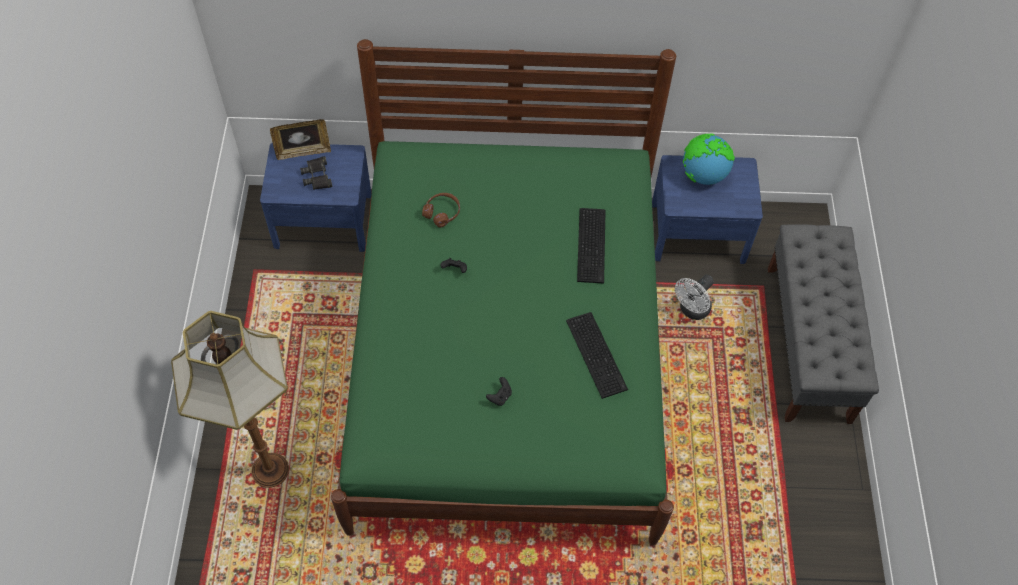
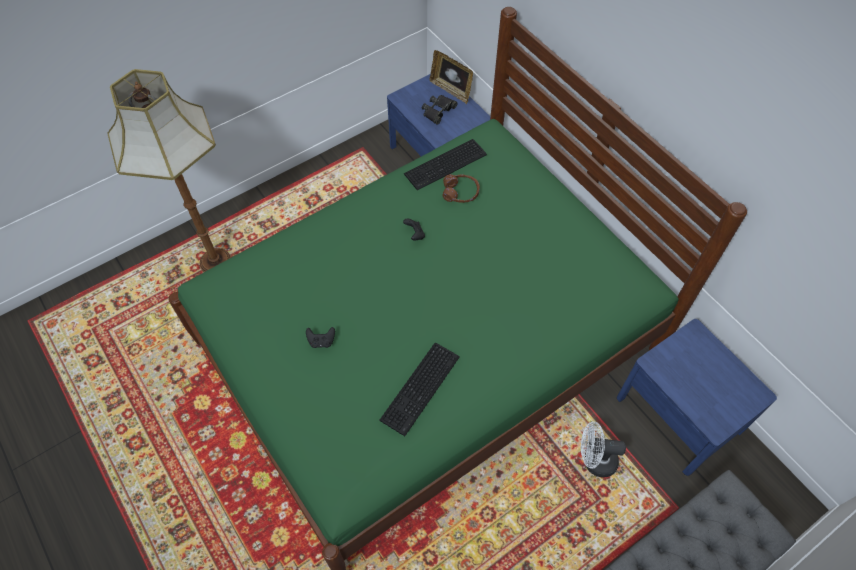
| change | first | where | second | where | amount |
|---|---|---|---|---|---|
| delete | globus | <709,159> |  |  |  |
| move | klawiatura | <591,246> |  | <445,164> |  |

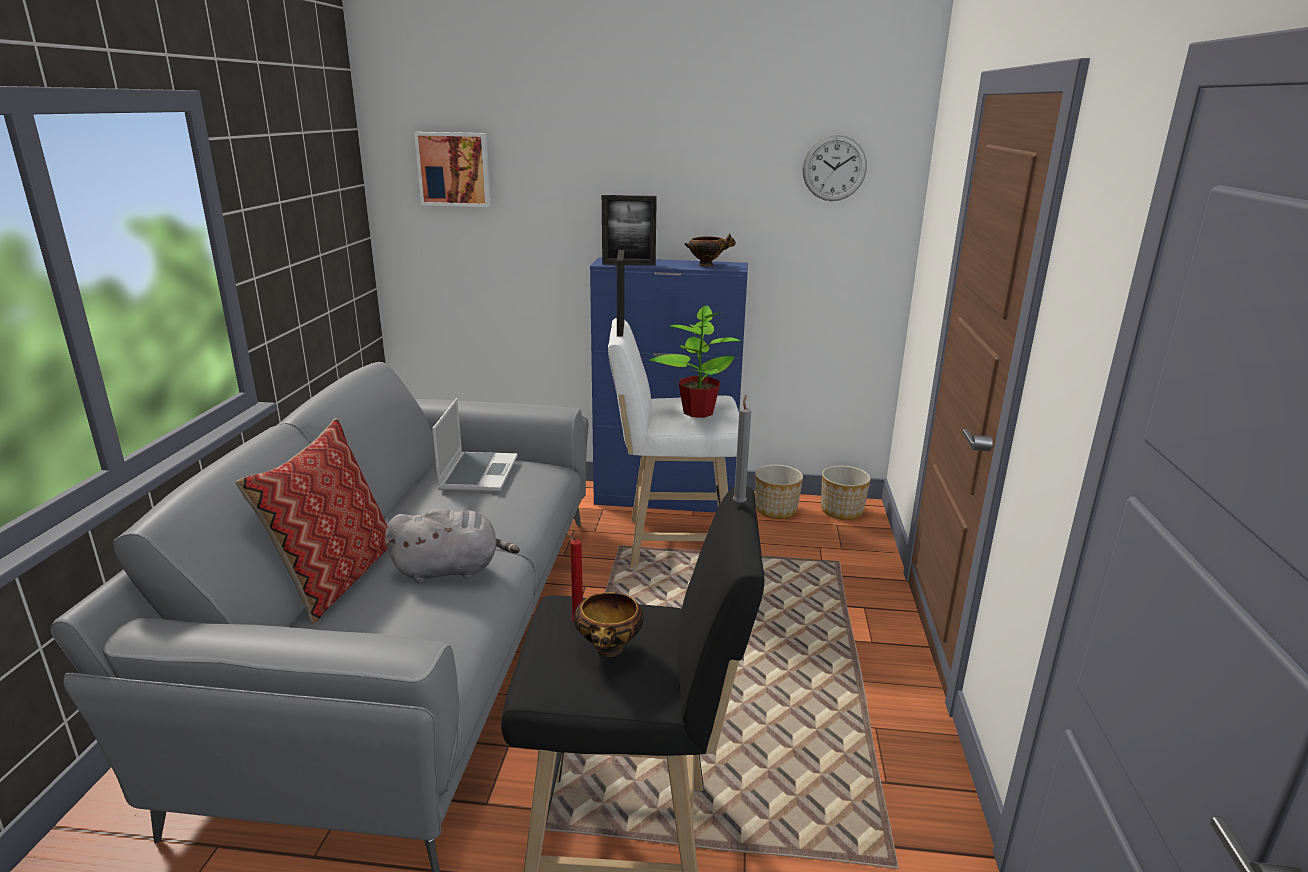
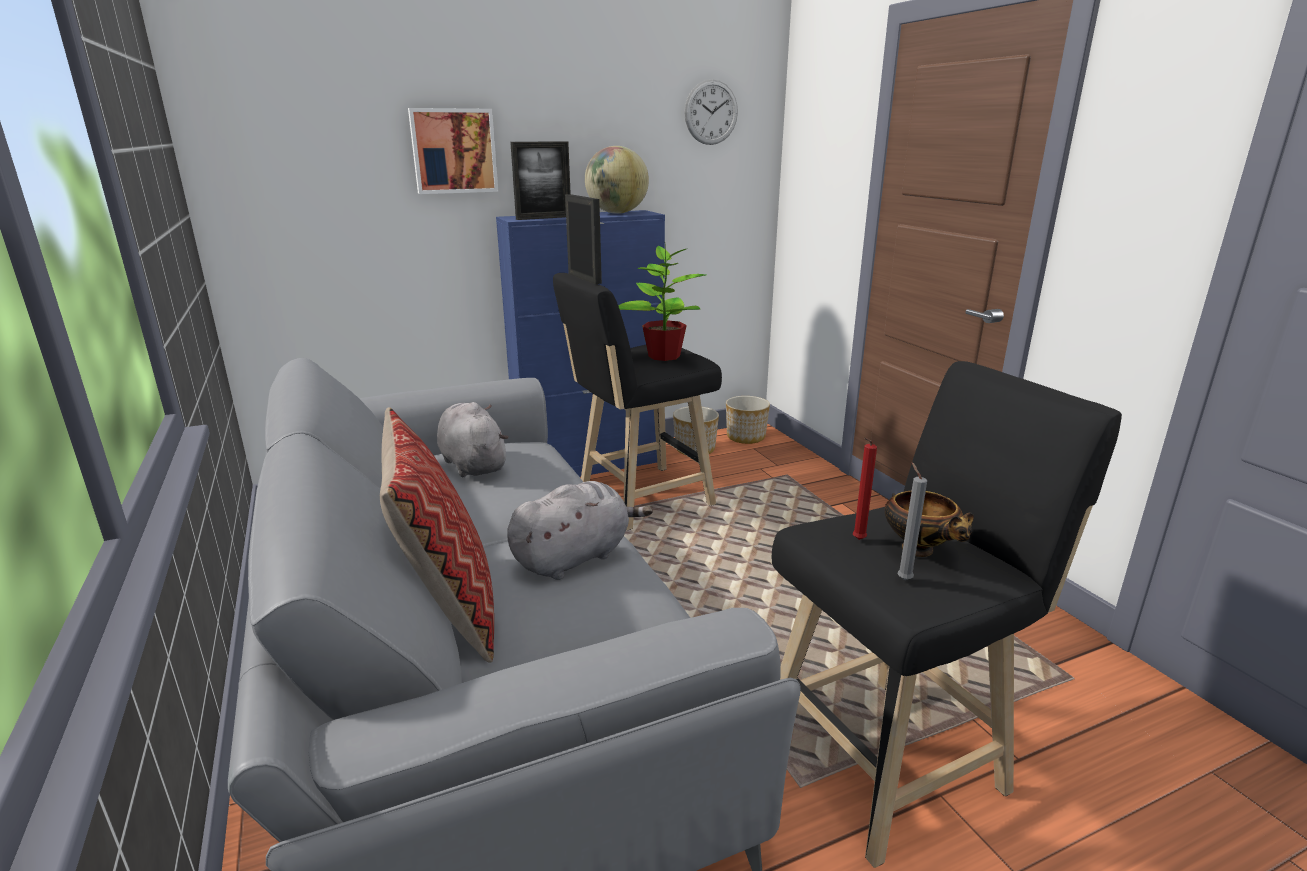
| change | first | where | second | where | amount |
|---|---|---|---|---|---|
| move | obraz | <452,169> |  | <453,151> |  |
| move | świeca (szary) | <742,449> |  | <912,521> |  |
| replace | laptop | <475,445> | pluszak (szary) | <473,439> |  |
| replace | miska | <710,249> | globus | <617,180> |  |
| recolor | stołek (biały) | <673,443> | stołek (czarny) | <637,402> |  |

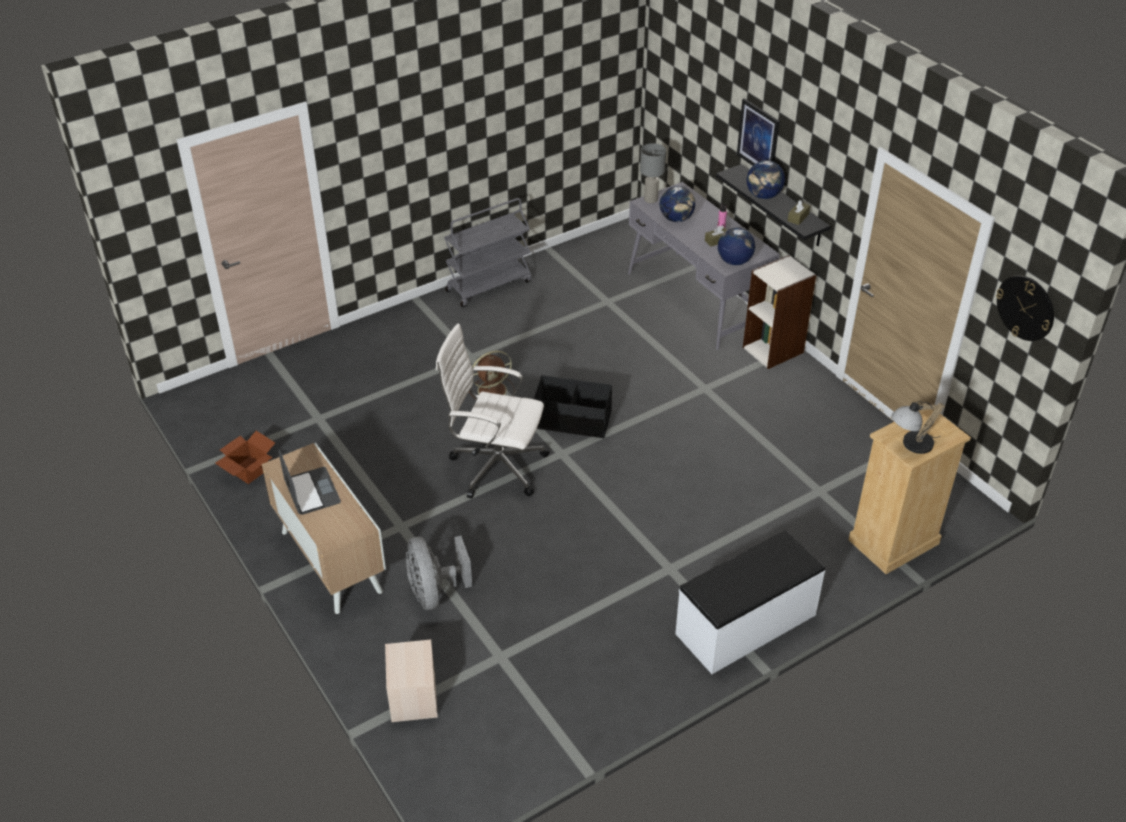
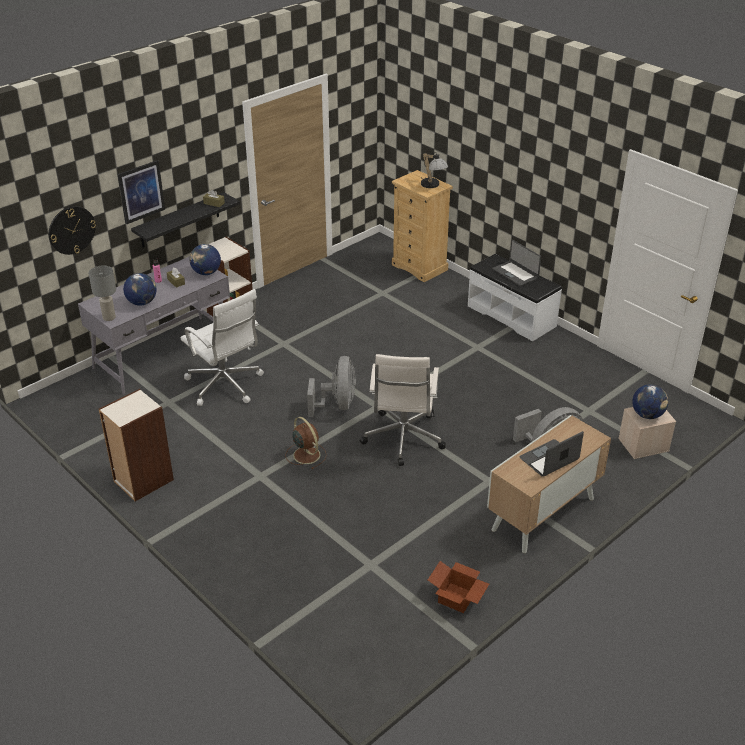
| change | first | where | second | where | amount |
|---|---|---|---|---|---|
| insert |  |  | krzesło biurowe (biały) | <222,347> |  |
| insert |  |  | laptop | <516,263> |  |
| move | globus | <766,179> |  | <650,401> |  |
| move | zegar ścienny | <1025,308> |  | <72,230> |  |
| replace | wózek (szary) | <488,252> | regał | <136,445> |  |
| replace | pojemnik do przechowywania (czarny) | <573,406> | wentylator (szary) | <331,386> |  |

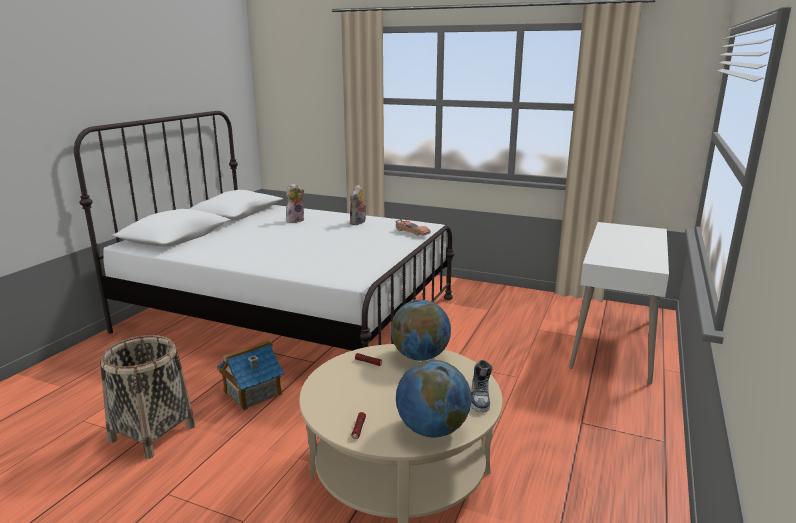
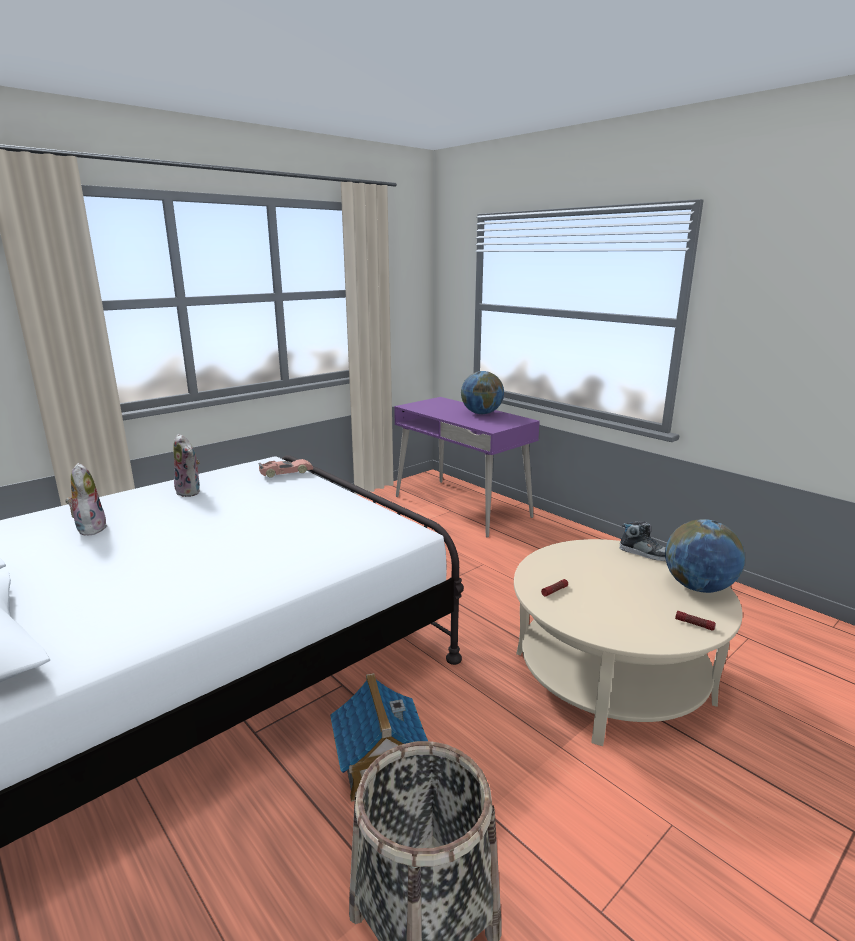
| change | first | where | second | where | amount |
|---|---|---|---|---|---|
| move | globus | <421,330> |  | <482,392> |  |
| recolor | biurko (biały) | <619,303> | biurko (fioletowy) | <467,467> |  |

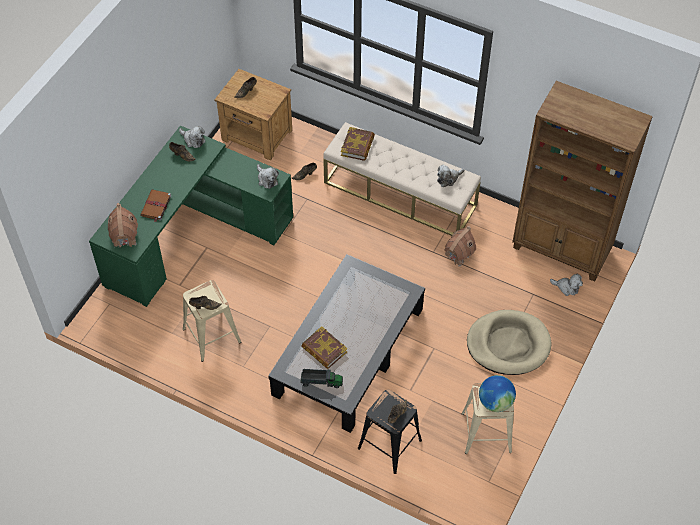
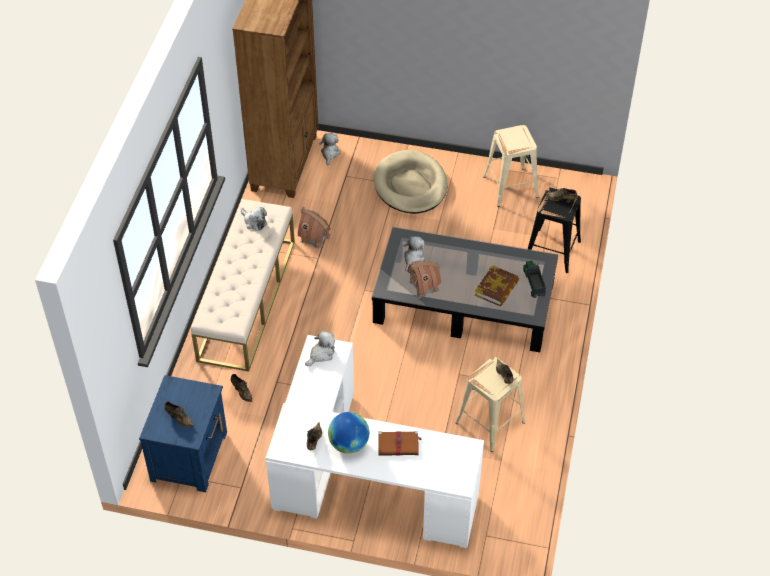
| change | first | where | second | where | amount |
|---|---|---|---|---|---|
| delete | książka | <358,144> |  |  |  |
| move | domek | <123,225> |  | <424,280> |  |
| move | pluszak | <192,137> |  | <414,253> |  |
| move | globus | <497,393> |  | <348,433> |  |
| recolor | biurko (zielony) | <191,216> | biurko (biały) | <375,441> |  |
| recolor | szafka nocna (brązowy) | <253,115> | szafka nocna (niebieski) | <183,433> |  |

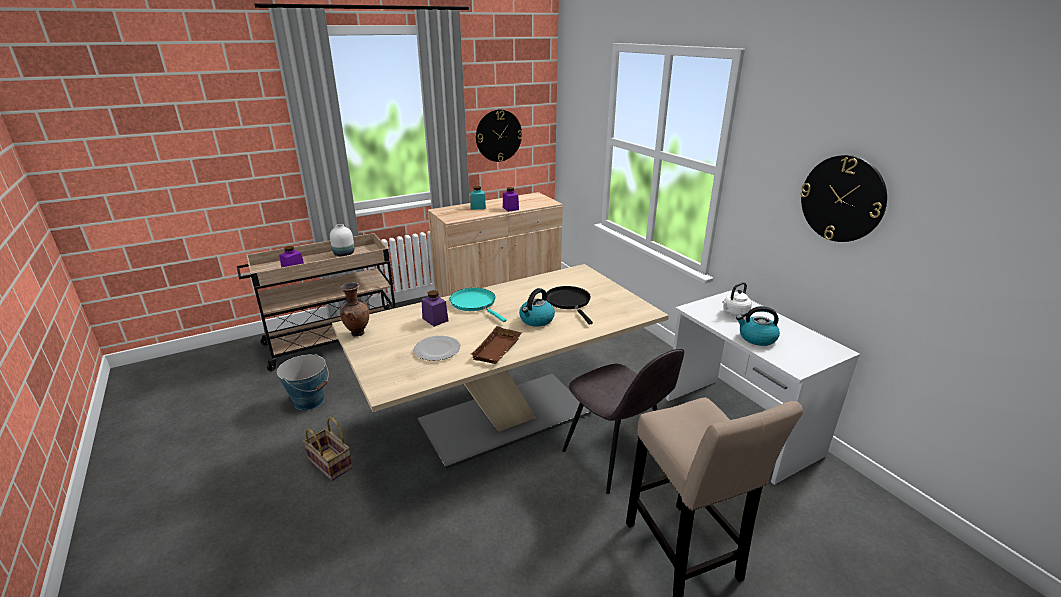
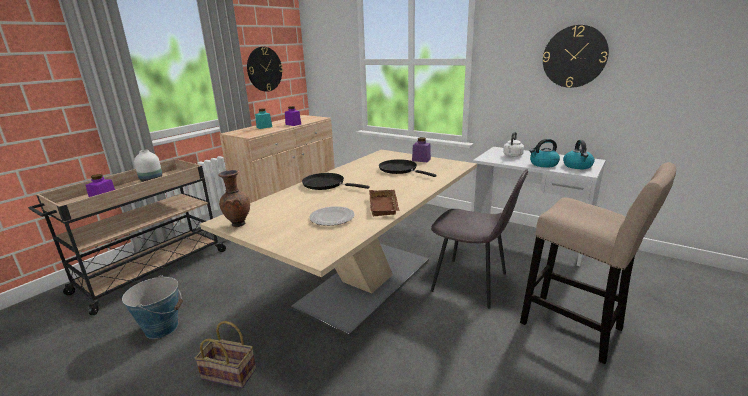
| change | first | where | second | where | amount |
|---|---|---|---|---|---|
| move | słoik (fioletowy) | <434,308> |  | <421,149> |  |
| move | czajnik | <537,307> |  | <579,154> |  |
| recolor | patelnia (turkusowy) | <478,305> | patelnia (czarny) | <336,181> |  |

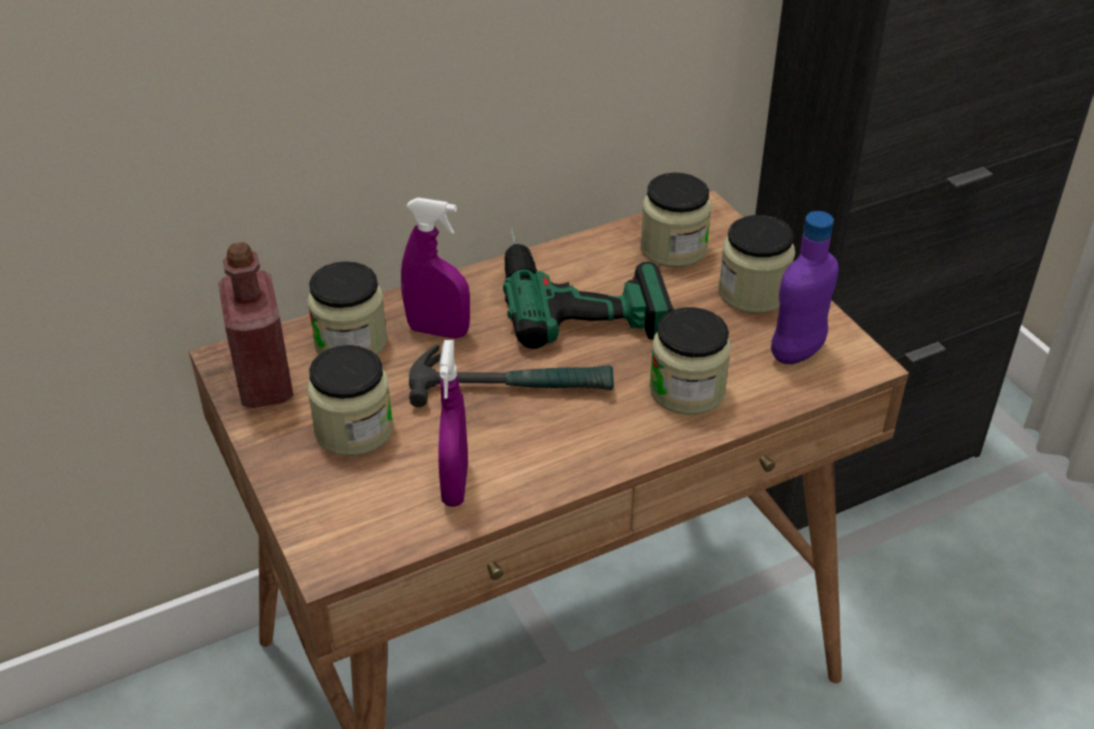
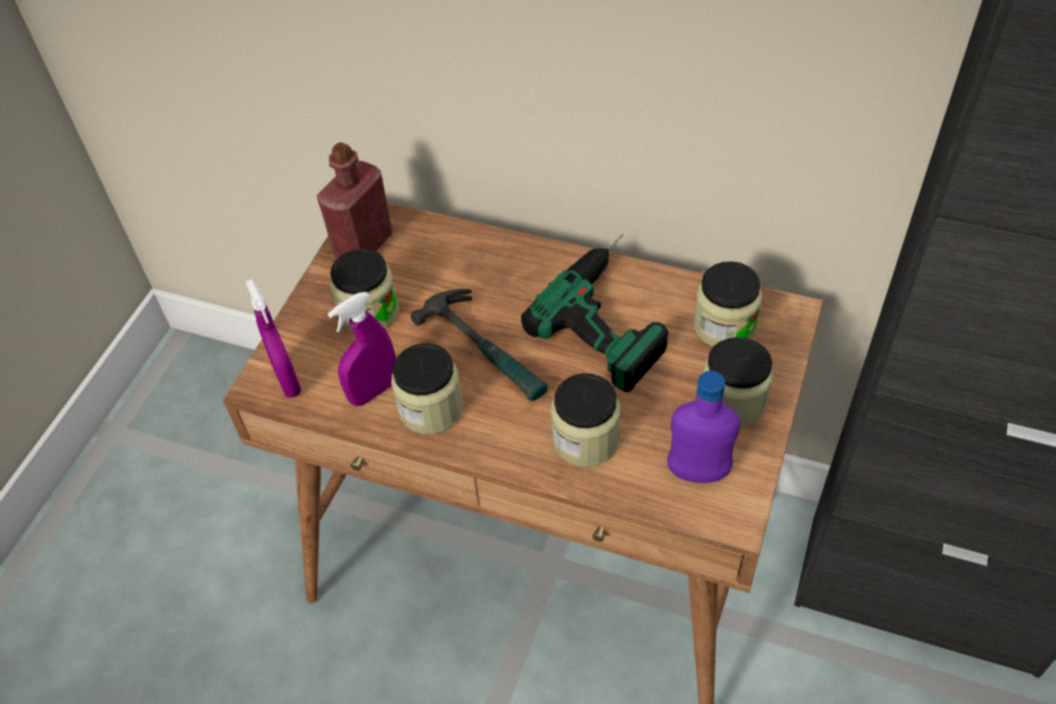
| change | first | where | second | where | amount |
|---|---|---|---|---|---|
| move | słoik | <347,308> |  | <427,388> |  |
| move | spryskiwacz (fioletowy) | <435,268> |  | <273,338> |  |

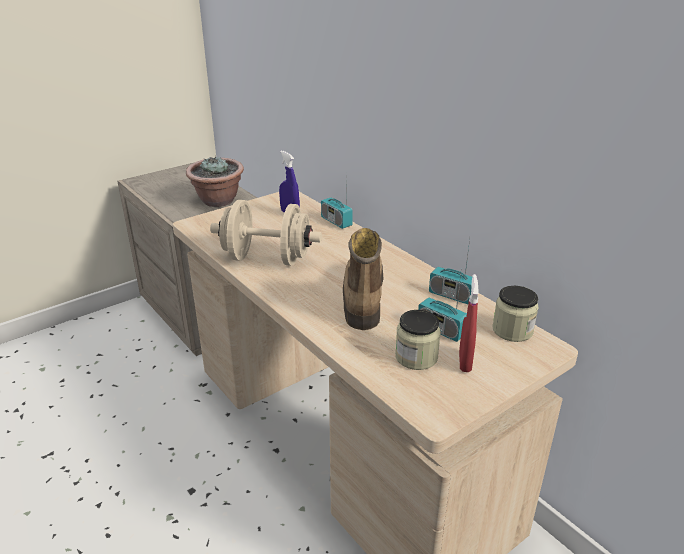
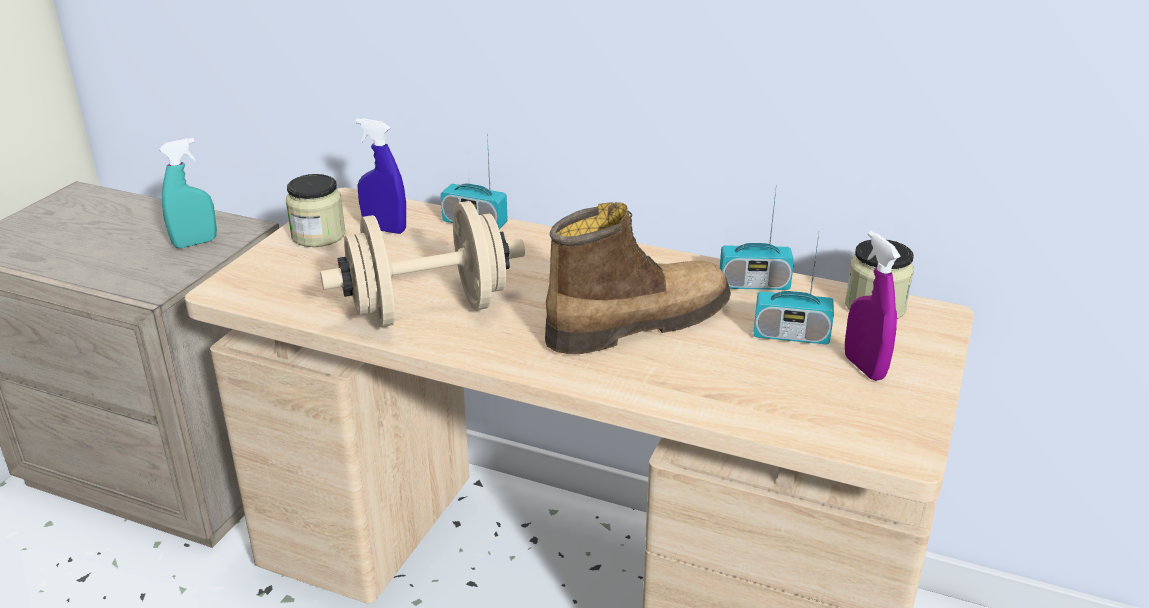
| change | first | where | second | where | amount |
|---|---|---|---|---|---|
| move | słoik | <418,340> |  | <315,210> |  |
| replace | roślina doniczkowa | <215,181> | spryskiwacz (turkusowy) | <188,193> |  |
| recolor | spryskiwacz (czerwony) | <469,323> | spryskiwacz (fioletowy) | <873,306> |  |
| rotate | but z cholewką | <363,279> |  | <638,278> | 90 degrees clockwise |

